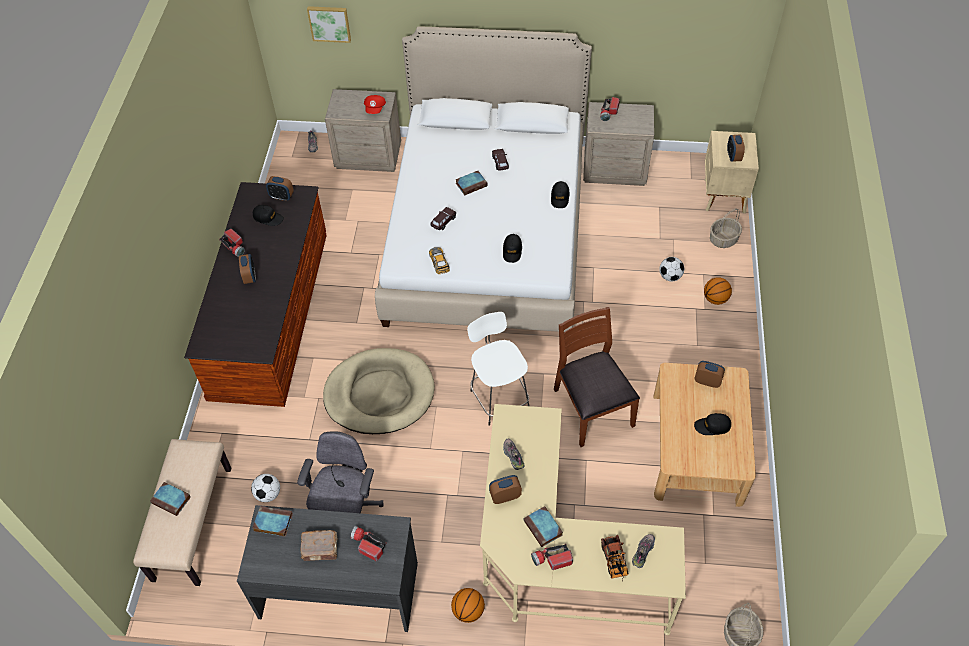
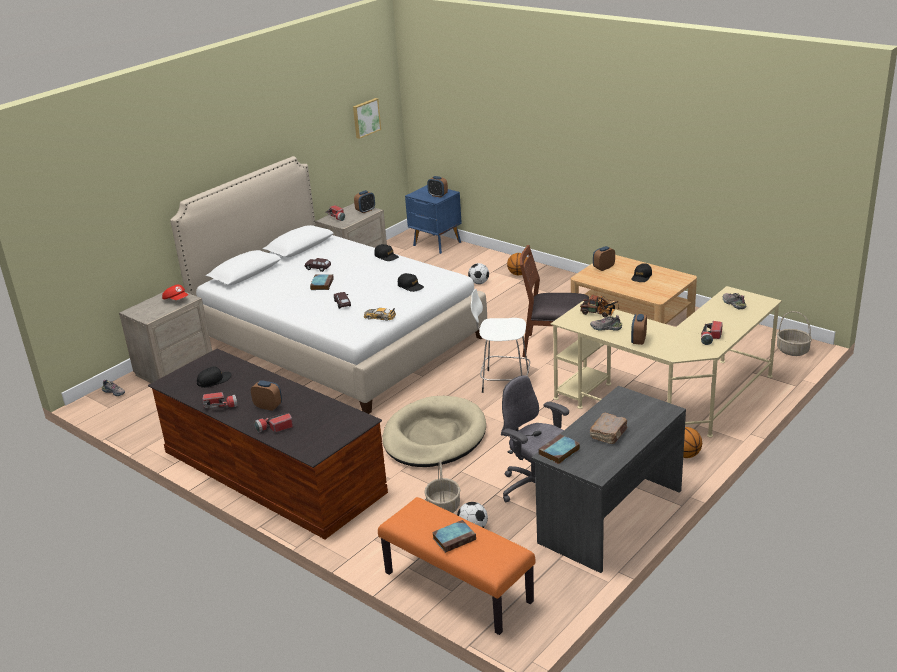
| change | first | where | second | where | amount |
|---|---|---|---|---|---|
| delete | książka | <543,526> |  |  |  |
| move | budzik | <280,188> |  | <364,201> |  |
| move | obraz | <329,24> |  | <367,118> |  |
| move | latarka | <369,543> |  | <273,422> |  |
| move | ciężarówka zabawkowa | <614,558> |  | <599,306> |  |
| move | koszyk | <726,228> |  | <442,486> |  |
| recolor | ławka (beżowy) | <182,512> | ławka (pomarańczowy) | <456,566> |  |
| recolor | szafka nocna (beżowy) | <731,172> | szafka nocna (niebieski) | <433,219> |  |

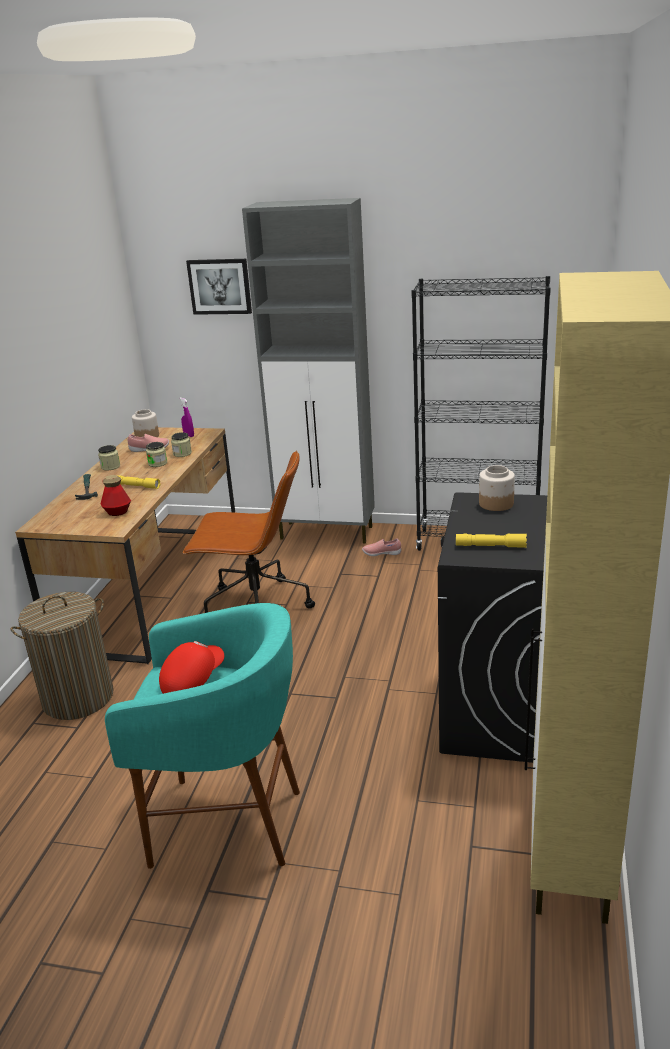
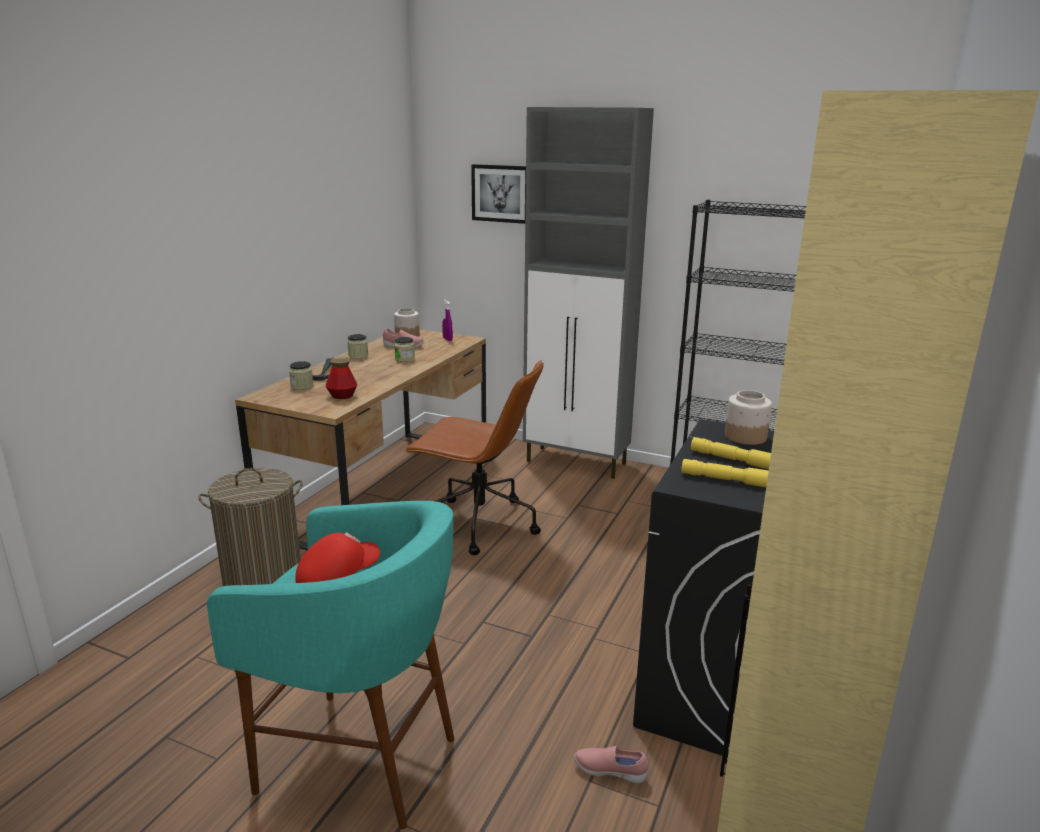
| change | first | where | second | where | amount |
|---|---|---|---|---|---|
| move | latarka (żółty) | <139,482> |  | <731,453> |  |
| move | słoik | <181,444> |  | <301,375> |  |
| move | but (różowy) | <381,547> |  | <611,764> |  |

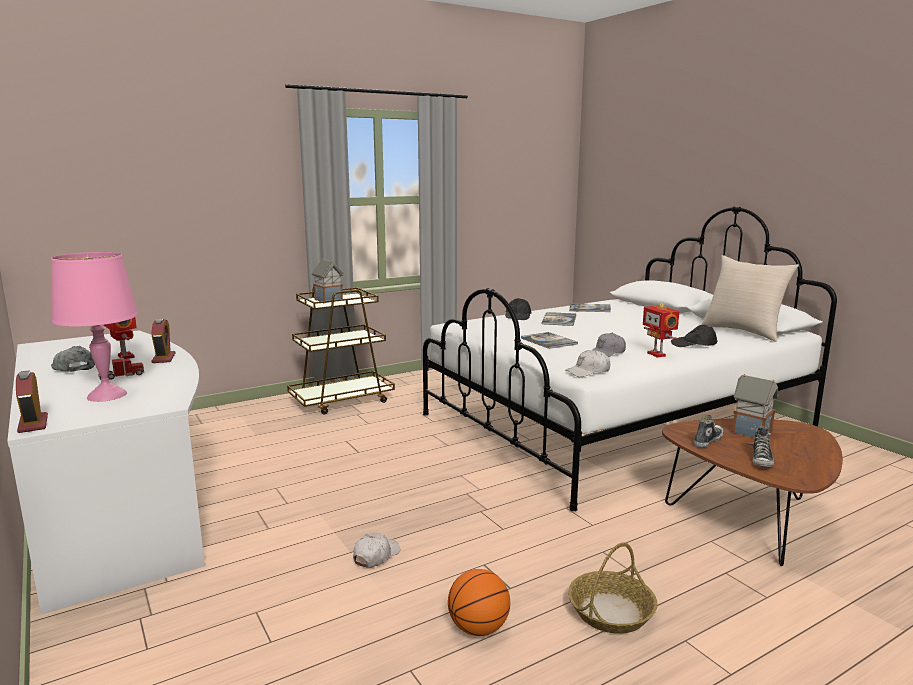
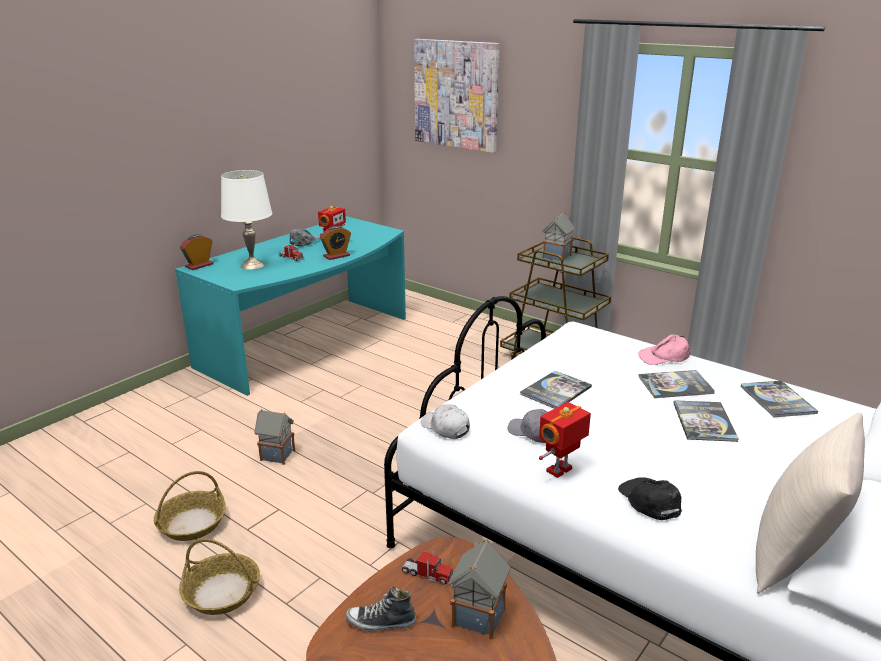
| change | first | where | second | where | amount |
|---|---|---|---|---|---|
| insert |  |  | obraz | <457,96> |  |
| insert |  |  | książka | <706,421> |  |
| replace | czapka z daszkiem (biały) | <376,550> | domek | <274,437> |  |
| replace | piłka do koszykówki | <479,602> | koszyk | <190,506> |  |
| replace | but | <708,431> | ciężarówka zabawkowa | <427,567> |  |
| recolor | biurko (biały) | <106,472> | biurko (turkusowy) | <290,306> |  |
| recolor | lampa stołowa (różowy) | <94,327> | lampa stołowa (biały) | <246,220> |  |
| recolor | czapka z daszkiem (czarny) | <518,309> | czapka z daszkiem (różowy) | <664,349> |  |

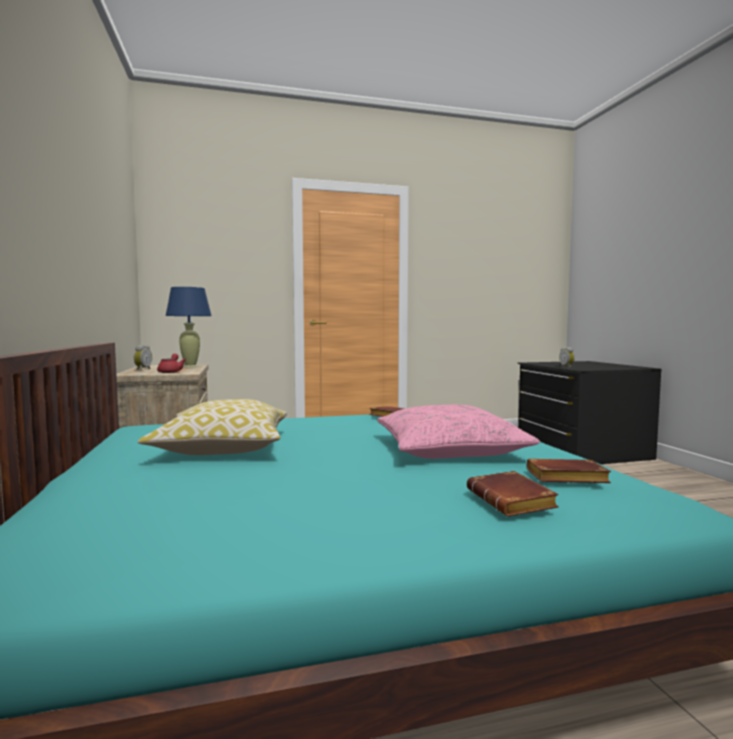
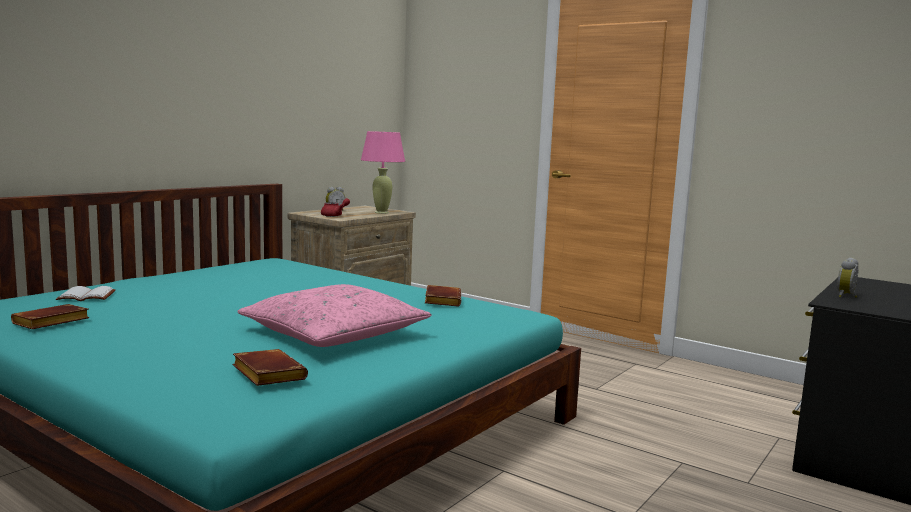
| change | first | where | second | where | amount |
|---|---|---|---|---|---|
| delete | poduszka | <212,427> |  |  |  |
| insert |  |  | książka (biały) | <85,293> |  |
| move | książka (brązowy) | <513,493> |  | <50,316> |  |
| recolor | lampa stołowa (niebieski) | <189,327> | lampa stołowa (różowy) | <383,172> |  |

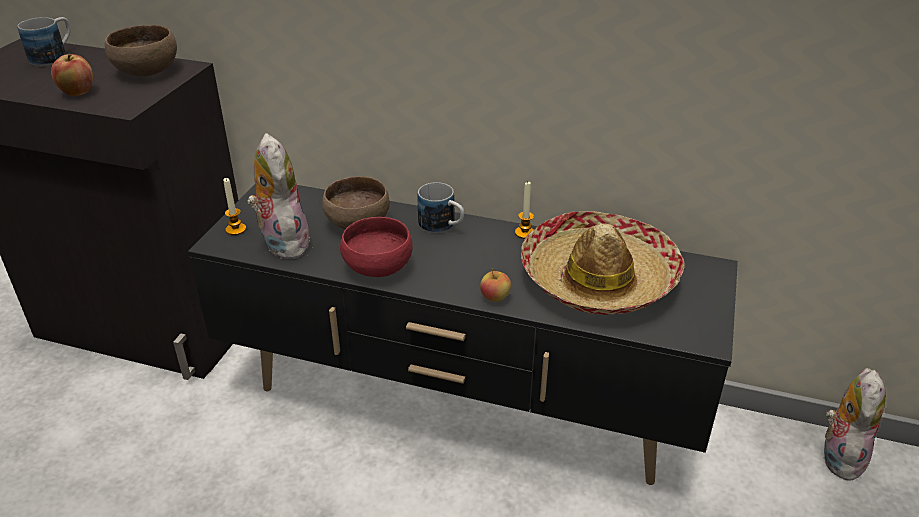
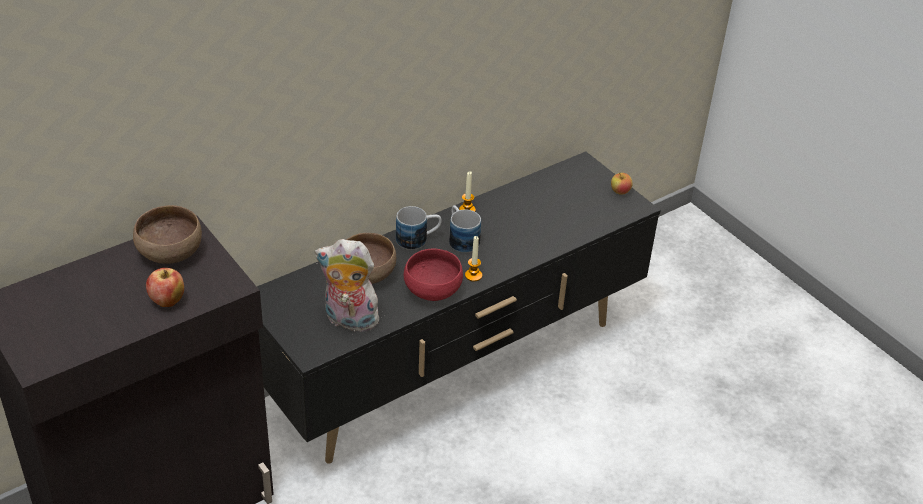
| change | first | where | second | where | amount |
|---|---|---|---|---|---|
| delete | kapelusz | <603,263> |  |  |  |
| delete | pluszak | <855,424> |  |  |  |
| move | kubek | <44,41> |  | <465,229> |  |
| move | świeca | <234,206> |  | <473,258> |  |
| move | jabłko | <495,285> |  | <622,184> |  |

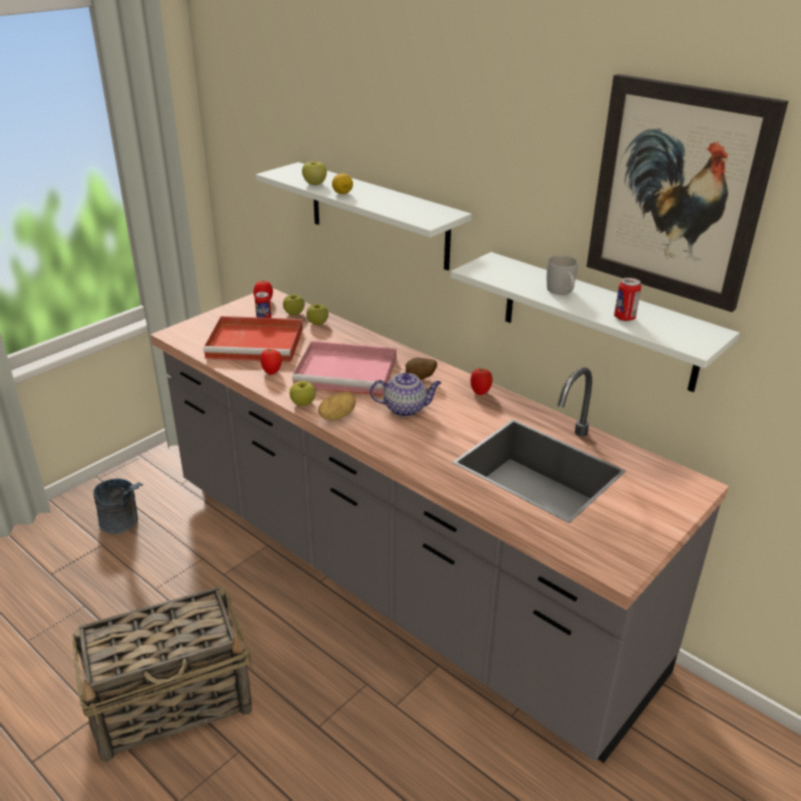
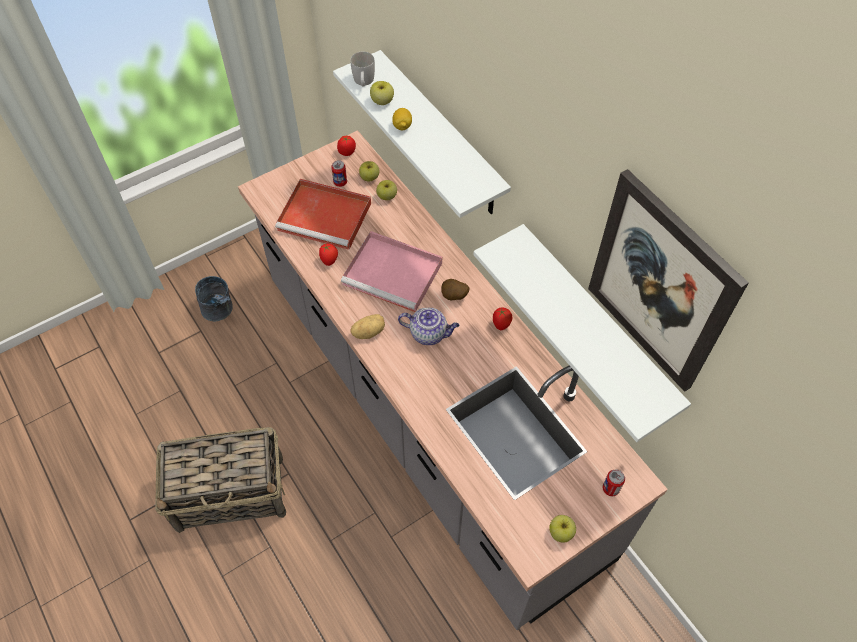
| change | first | where | second | where | amount |
|---|---|---|---|---|---|
| move | jabłko | <303,393> |  | <562,529> |  |
| move | kubek (biały) | <562,275> |  | <363,69> |  |
| move | puszka | <627,299> |  | <613,482> |  |

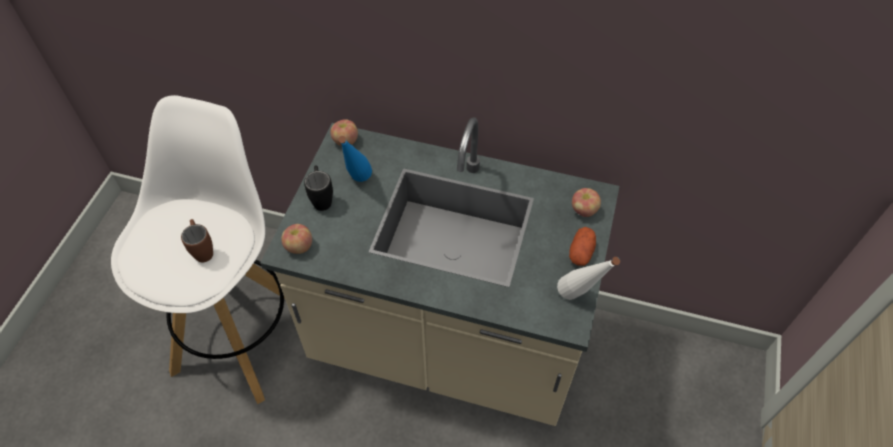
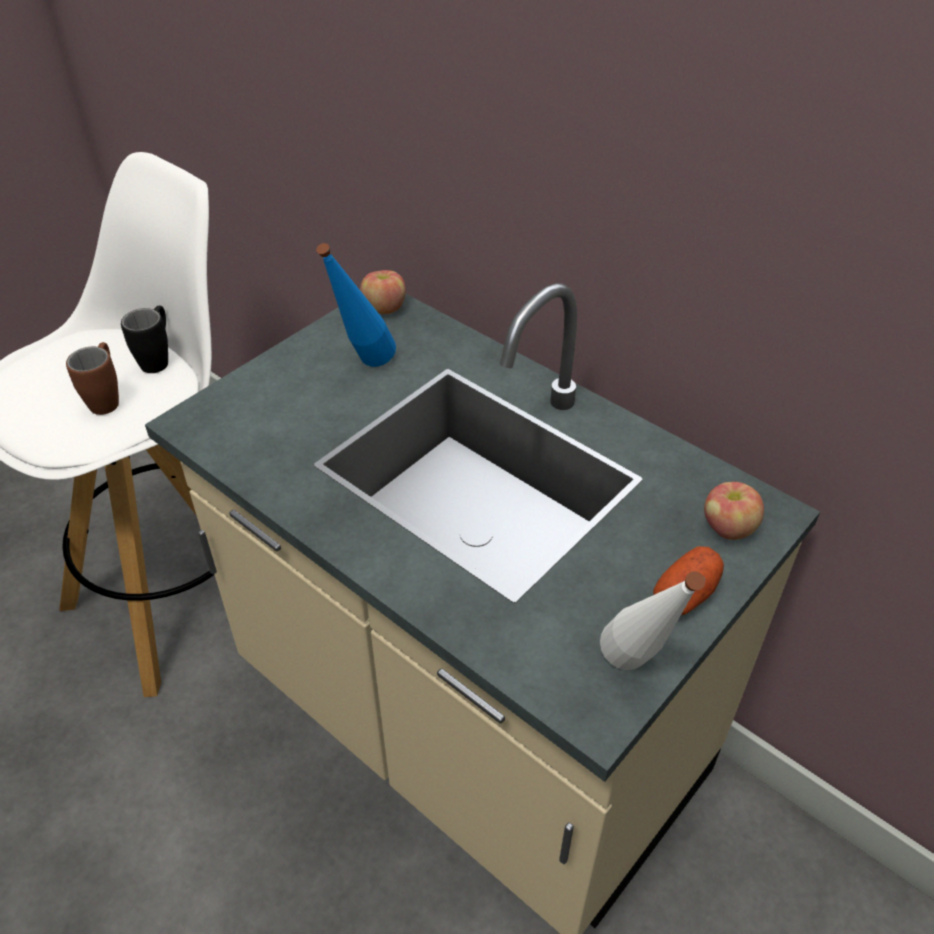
| change | first | where | second | where | amount |
|---|---|---|---|---|---|
| delete | jabłko | <296,239> |  |  |  |
| move | kubek (czarny) | <318,188> |  | <144,339> |  |

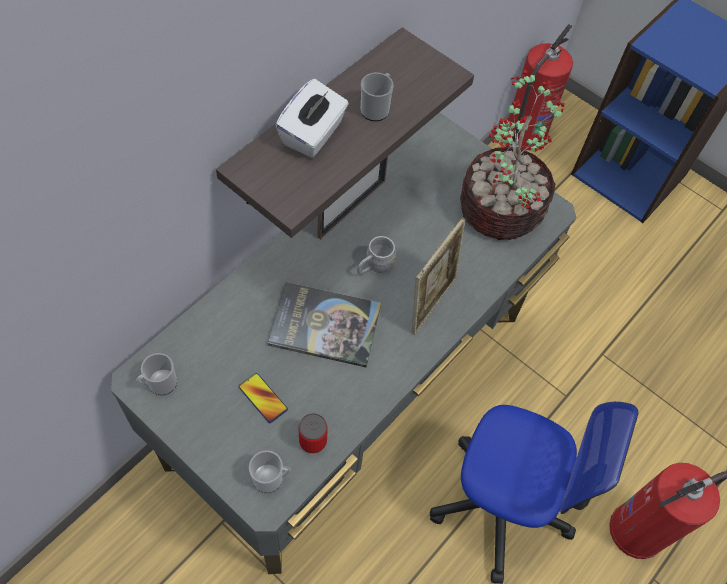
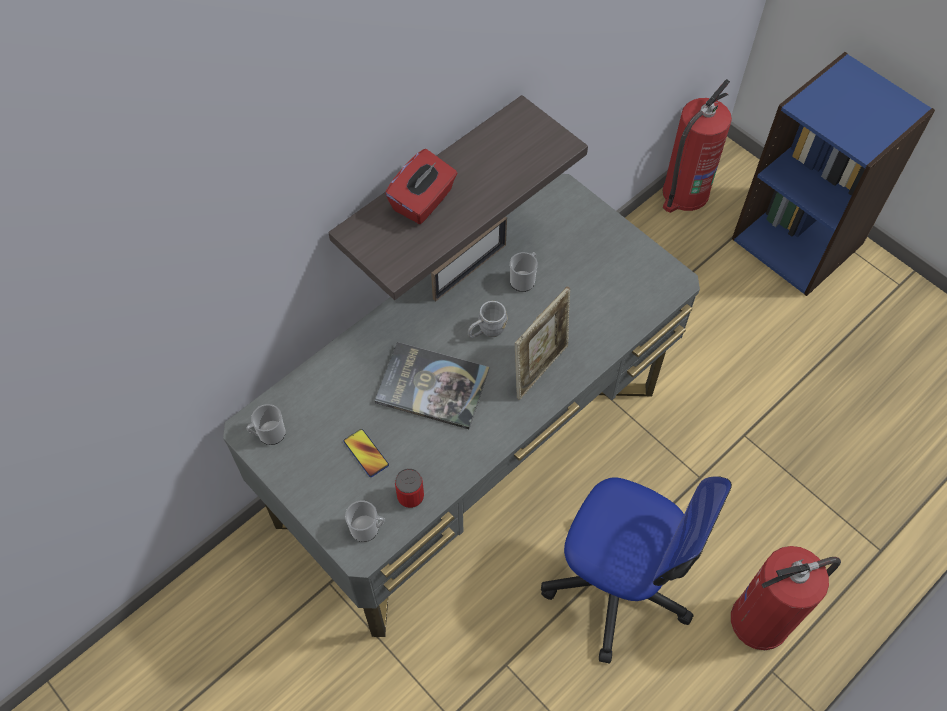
| change | first | where | second | where | amount |
|---|---|---|---|---|---|
| delete | roślina doniczkowa | <512,155> |  |  |  |
| move | kubek | <377,97> |  | <524,272> |  |
| recolor | pudełko chusteczek (biały) | <312,118> | pudełko chusteczek (czerwony) | <421,186> |  |

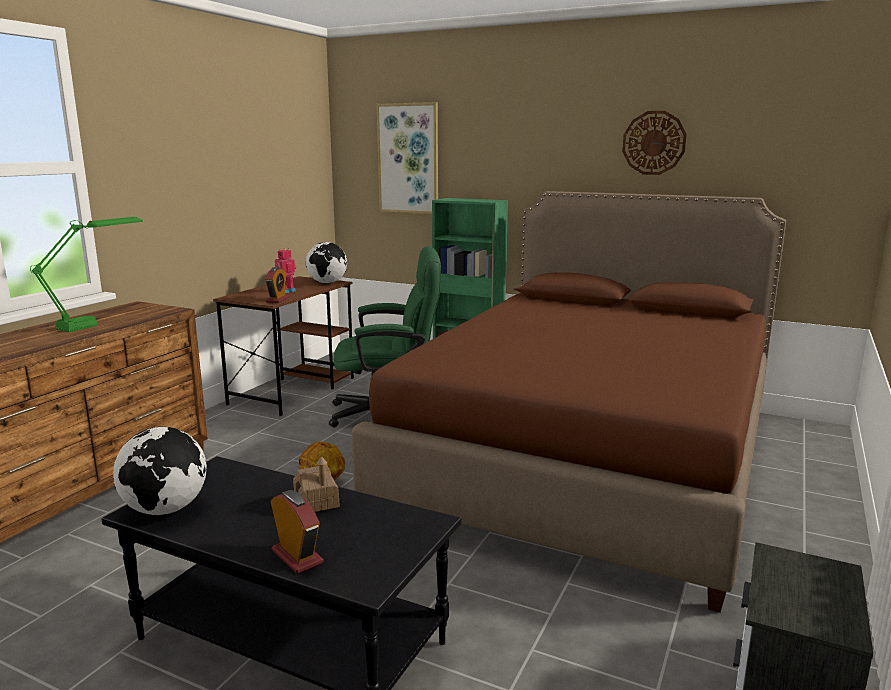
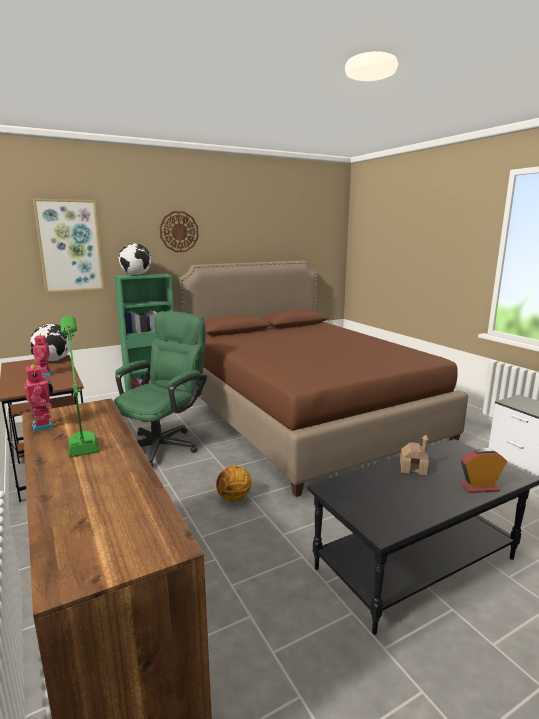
| change | first | where | second | where | amount |
|---|---|---|---|---|---|
| delete | budzik | <277,285> |  |  |  |
| insert |  |  | robot zabawkowy | <39,397> |  |
| move | globus | <160,471> |  | <135,259> |  |
| move | zegar ścienny | <654,143> |  | <179,231> |  |

